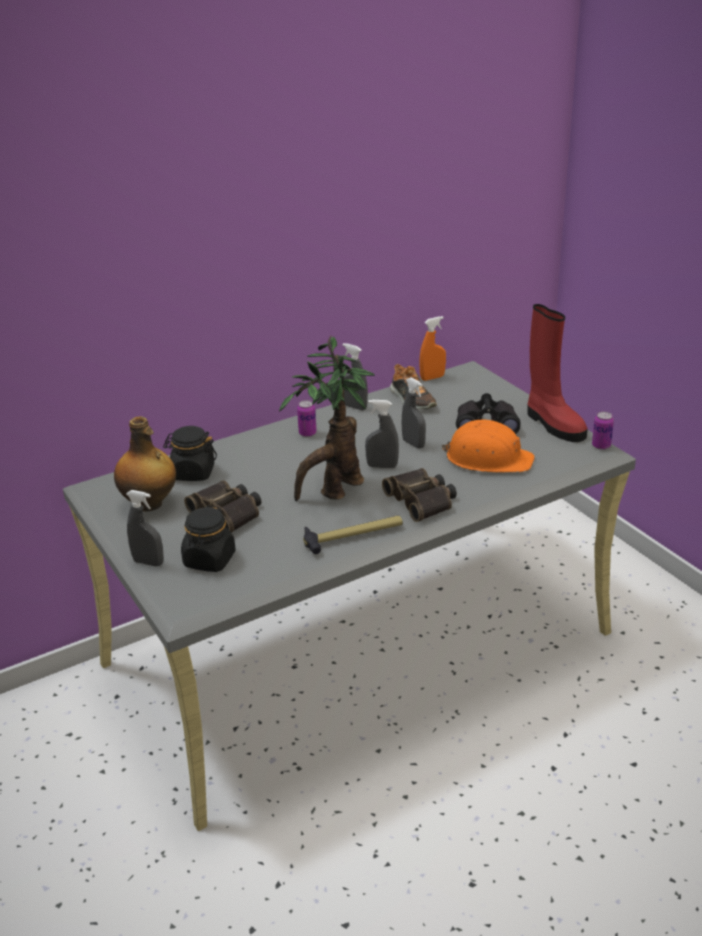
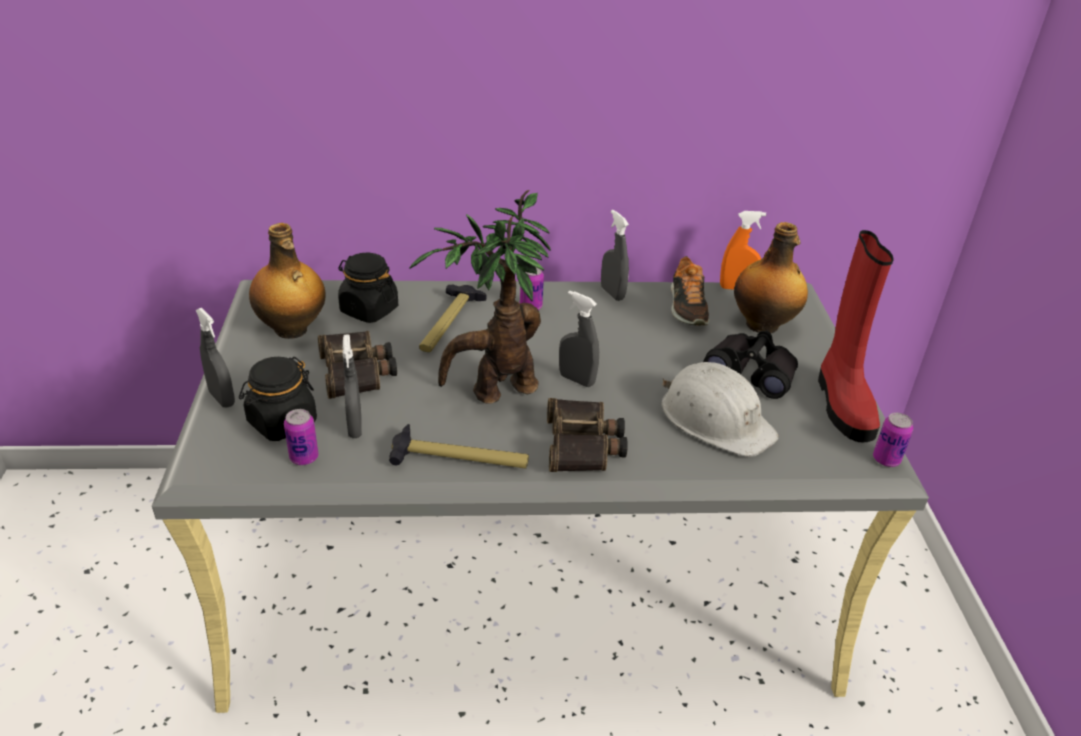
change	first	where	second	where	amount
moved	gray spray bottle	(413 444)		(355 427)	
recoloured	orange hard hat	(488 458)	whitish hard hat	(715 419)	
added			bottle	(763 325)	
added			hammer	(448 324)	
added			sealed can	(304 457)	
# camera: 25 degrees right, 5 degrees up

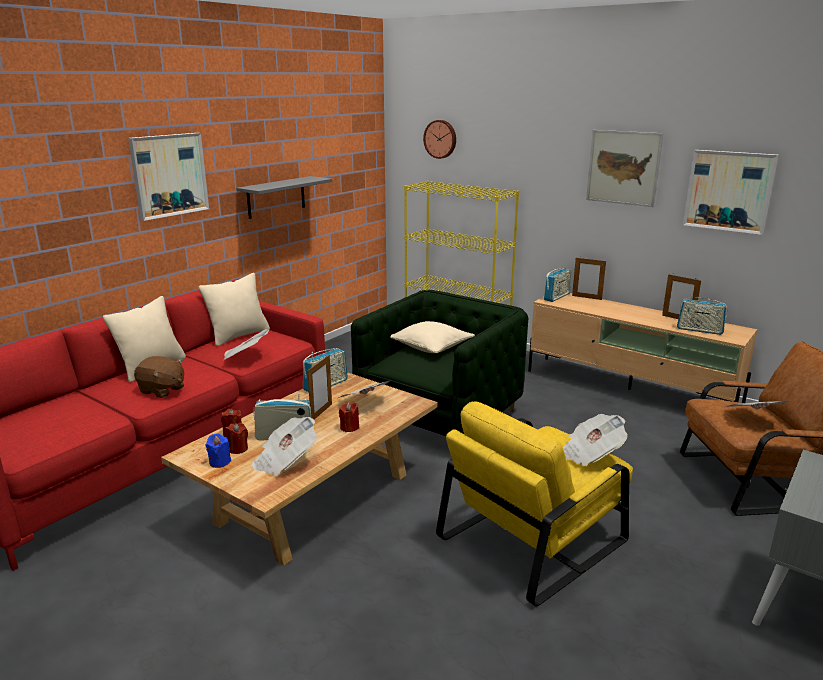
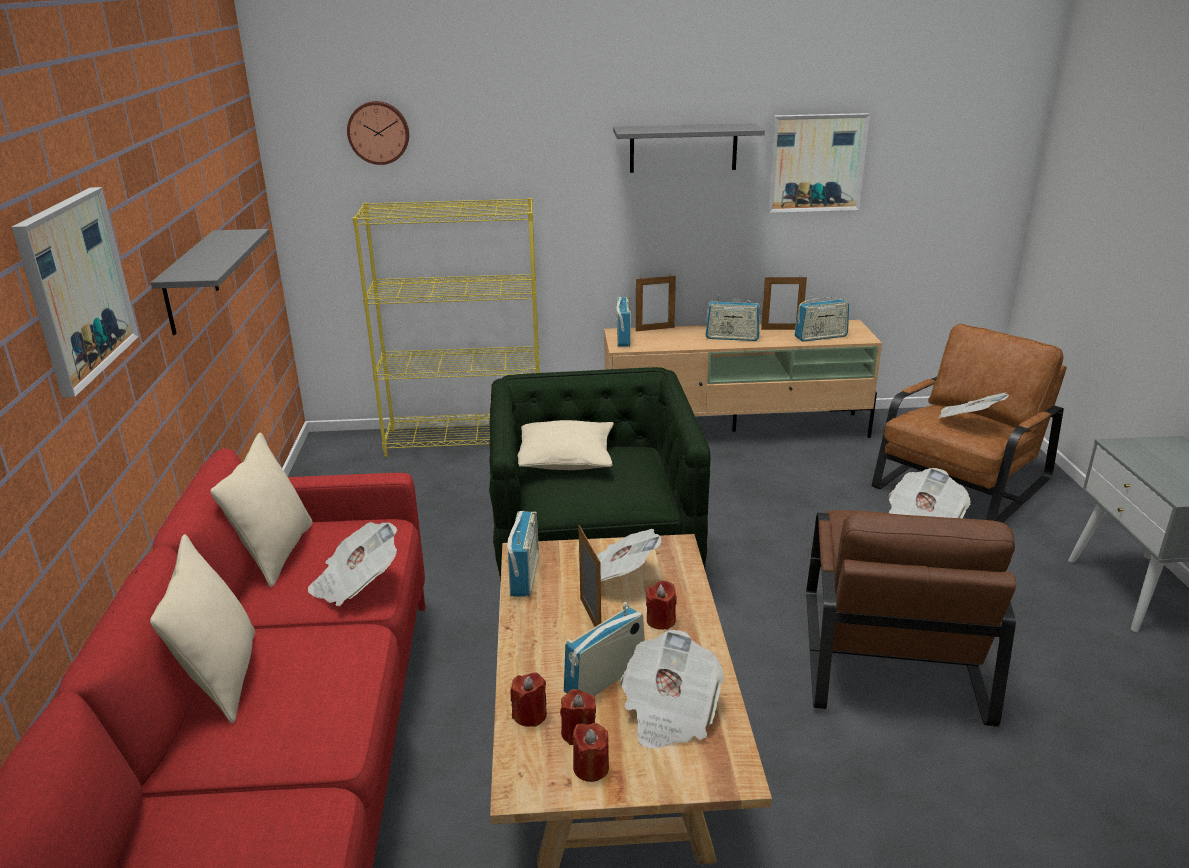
change	first	where	second	where	amount
replaced	wall picture	(623 167)	gray wall shelf	(683 148)	
removed	brownish soft toy	(162 390)			
recoloured	yellow-coloured armchair	(534 537)	brownish armchair	(890 651)	
recoloured	blue-coloured wax candle	(219 462)	red wax candle	(591 768)	
added			radio	(732 338)	
# camera: 40 degrees left, 5 degrees up

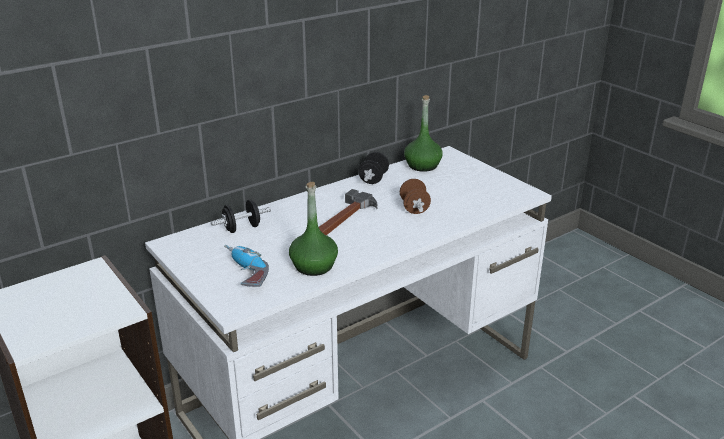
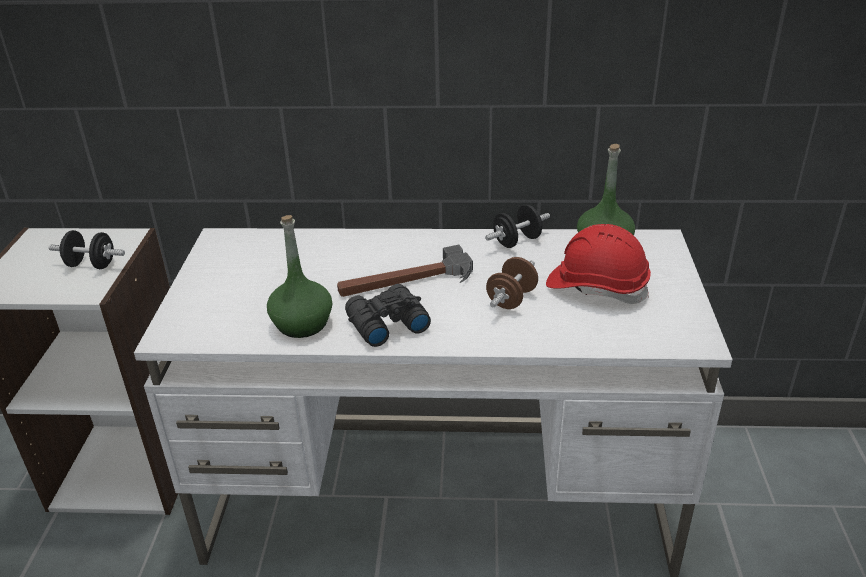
change	first	where	second	where	amount
moved	blackish hand weight	(242 228)		(91 265)	
removed	drill	(243 273)			
added			red hard hat	(596 287)	
added			blackish binoculars	(385 324)	
# camera: 40 degrees right, 5 degrees up

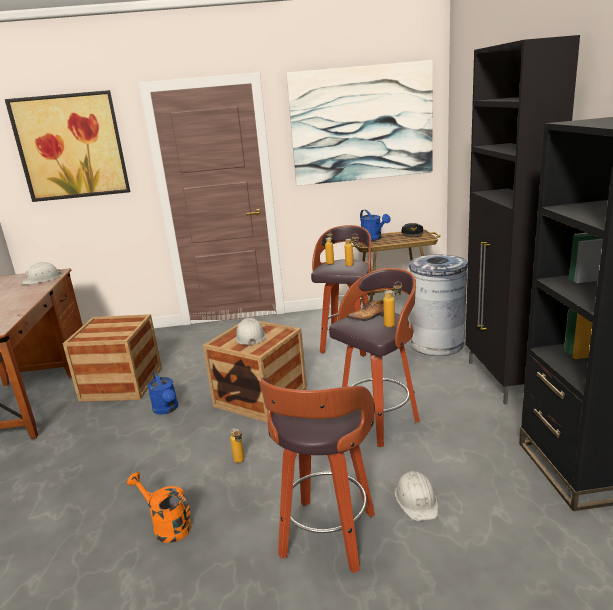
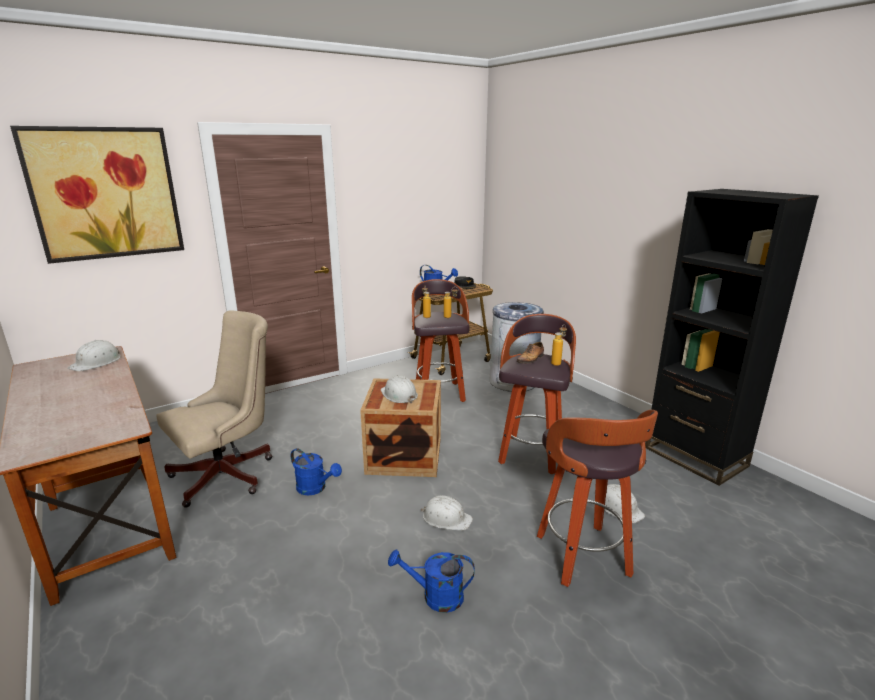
change	first	where	second	where	amount
removed	blackish storage cabinet	(502 380)			
removed	wall picture	(361 124)			
replaced	packing crate	(122 384)	beige-coloured office chair	(230 474)	
replaced	bottle	(240 462)	whitish hard hat	(446 518)	
recoloured	orange watering pot	(167 526)	blue-coloured watering pot	(435 596)	
# camera: 30 degrees left, 0 degrees up

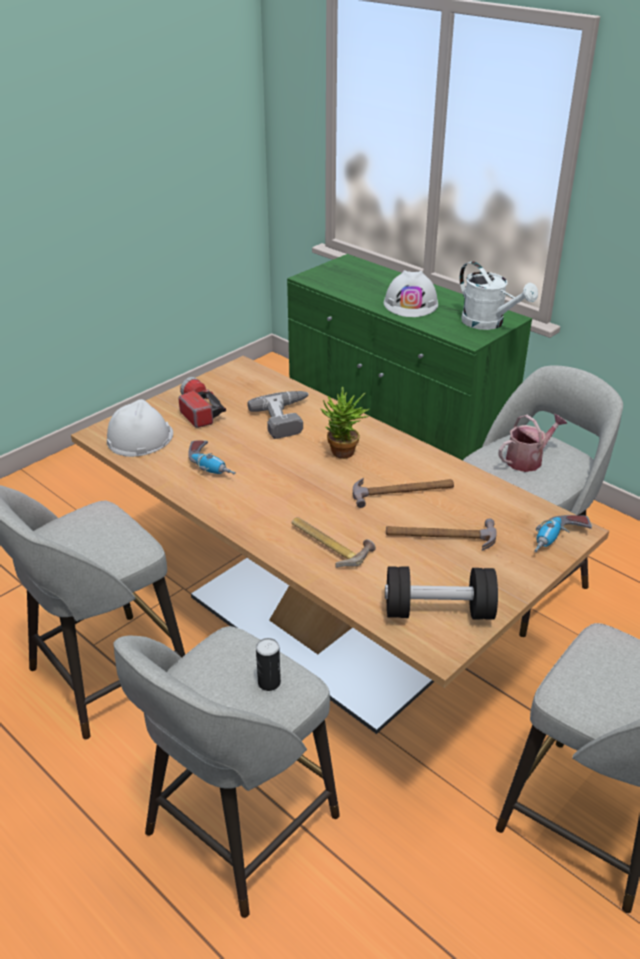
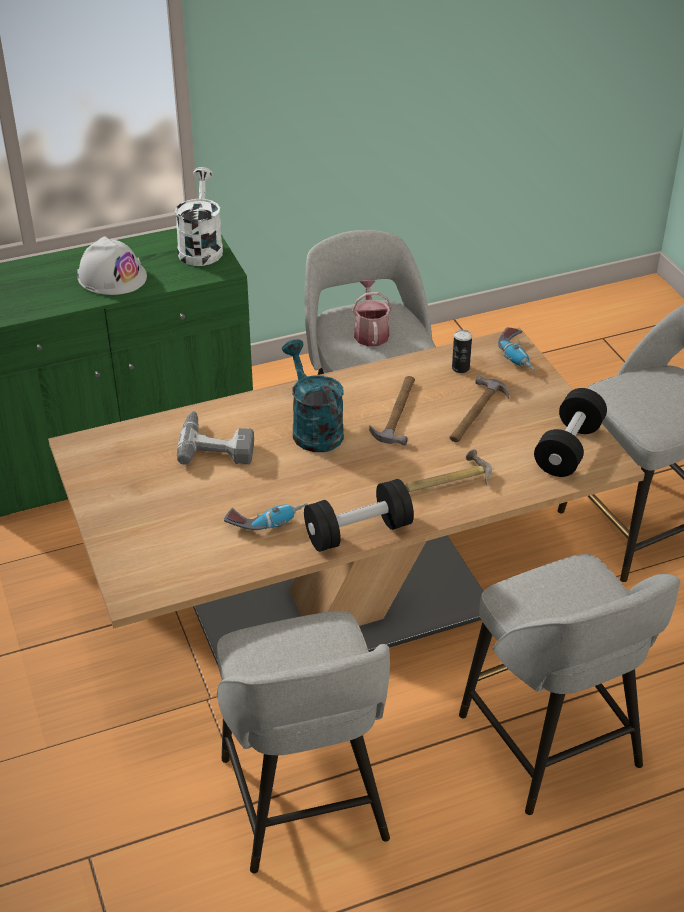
change	first	where	second	where	amount
turned	whitish watering pot	(489 323)		(201 247)	75 degrees counterclockwise
removed	flashlight	(198 411)			
replaced	potted plant	(343 455)	blue-green watering pot	(313 428)	
removed	whitish hard hat	(139 437)			
moved	sealed can	(269 682)		(460 368)	
added			blackish hand weight	(358 532)	
# camera: 65 degrees left, 5 degrees up

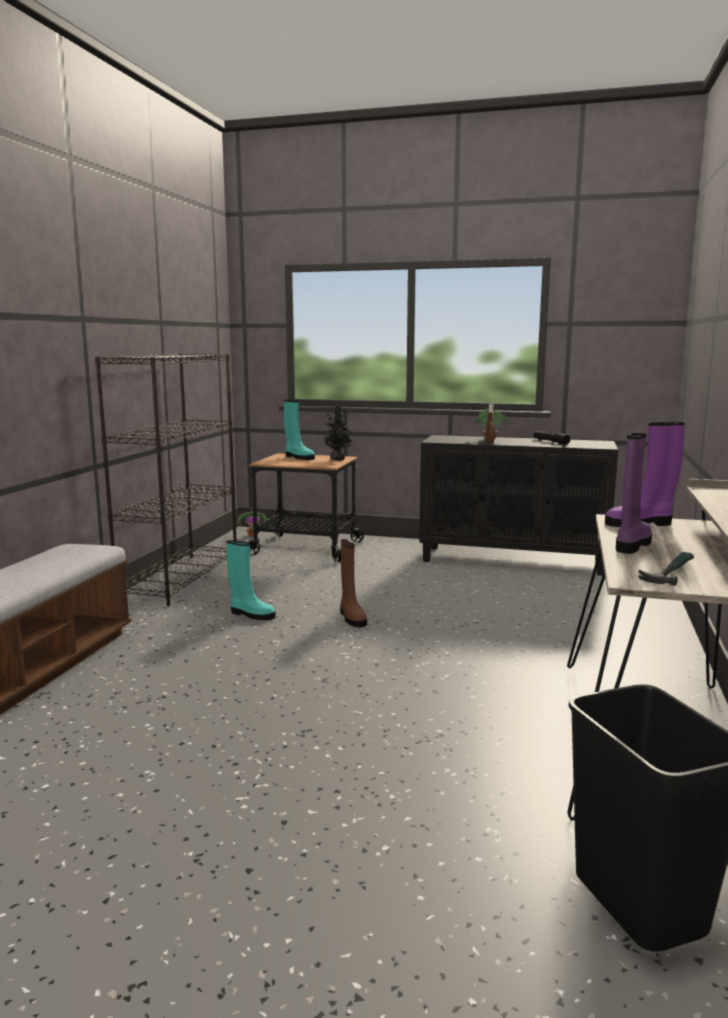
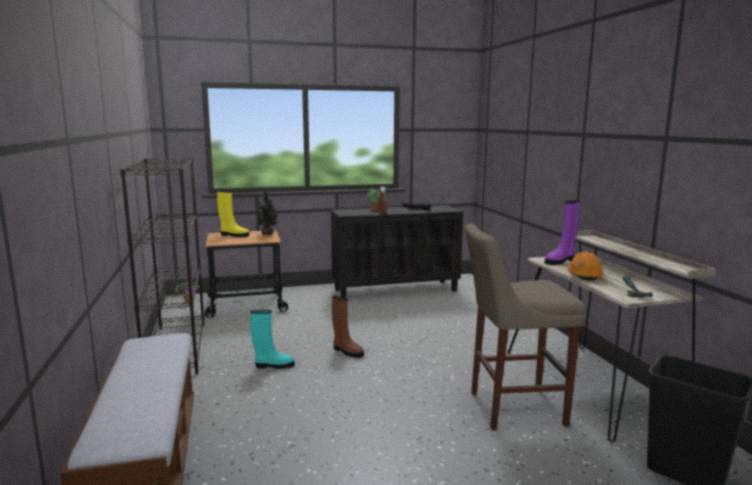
change	first	where	second	where	amount
recoloured	blue-green high-top boot	(298 457)	yellow-coloured high-top boot	(234 235)	
replaced	purplish high-top boot	(632 545)	orange hard hat	(584 275)	
added			beige-coloured sitting stool	(511 408)	
# camera: 30 degrees left, 0 degrees up

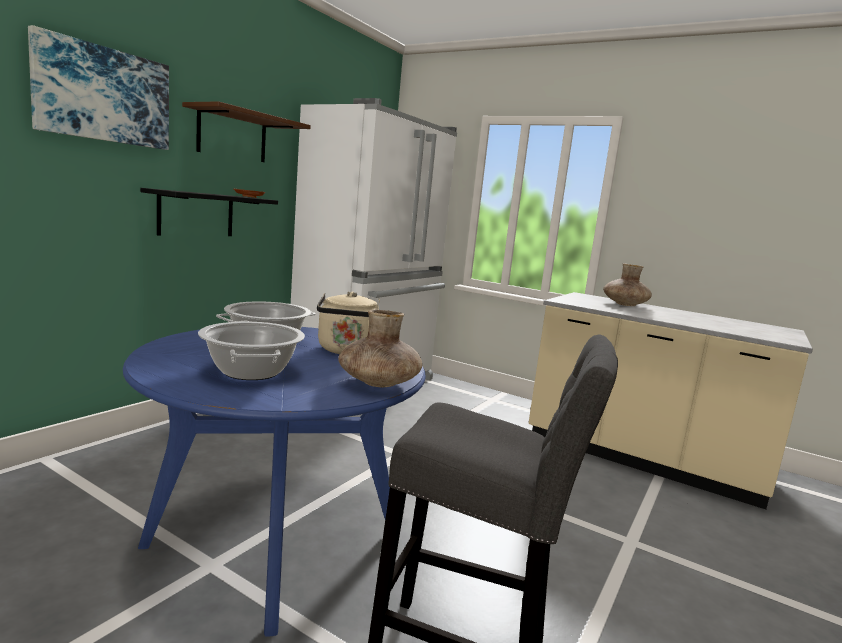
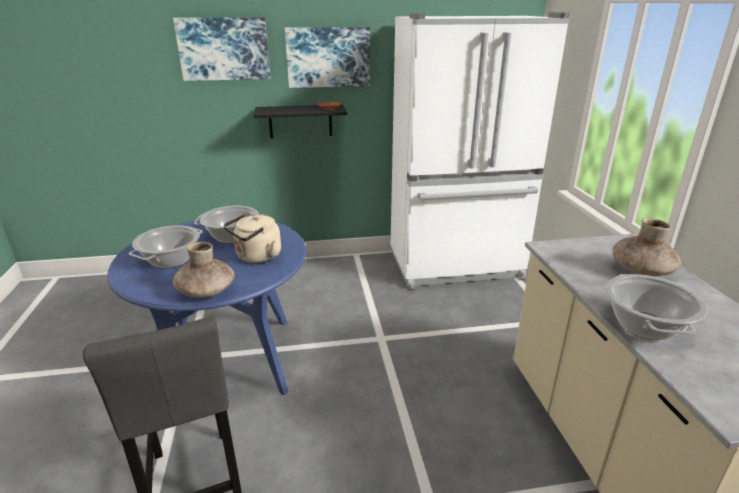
change	first	where	second	where	amount
replaced	brownish wall shelf	(232 136)	wall picture	(328 57)	
added			saucepot	(645 326)	
# camera: 50 degrees right, 15 degrees up

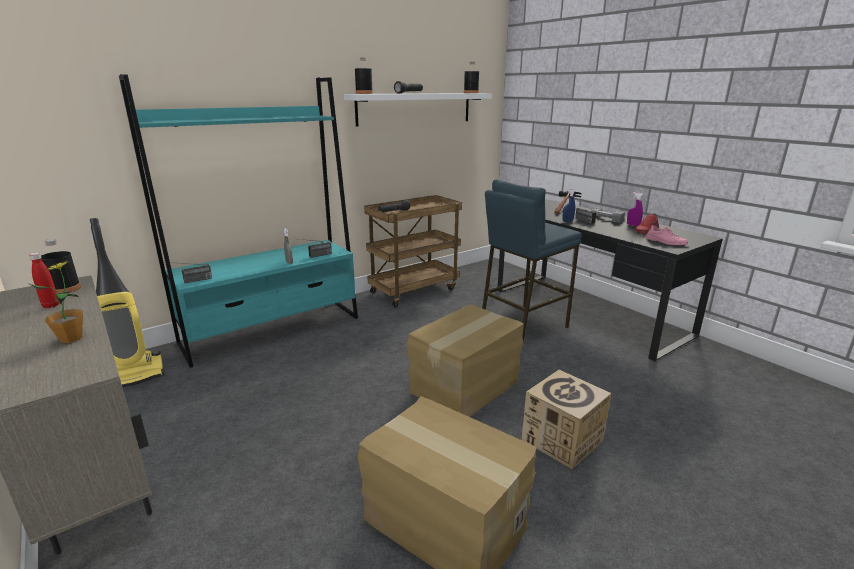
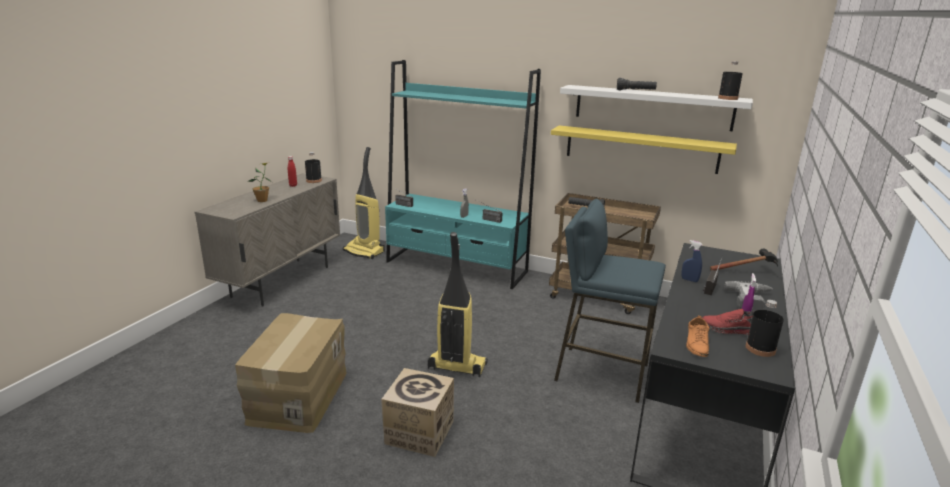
change	first	where	second	where	amount
moved	blackish bottle	(364 93)		(760 349)	
recoloured	pinkish item of footwear	(665 242)	orange item of footwear	(697 344)	
replaced	carton	(466 387)	hoover	(456 367)	
added			yellow-coloured wall shelf	(640 149)	
# camera: 60 degrees right, 0 degrees up

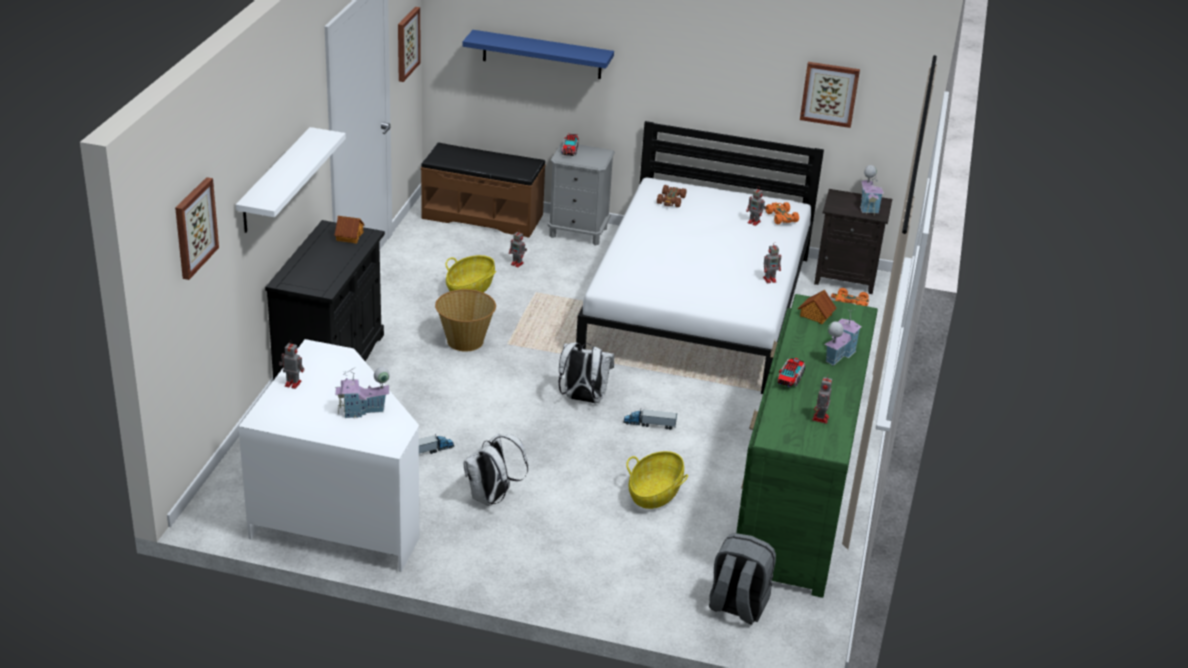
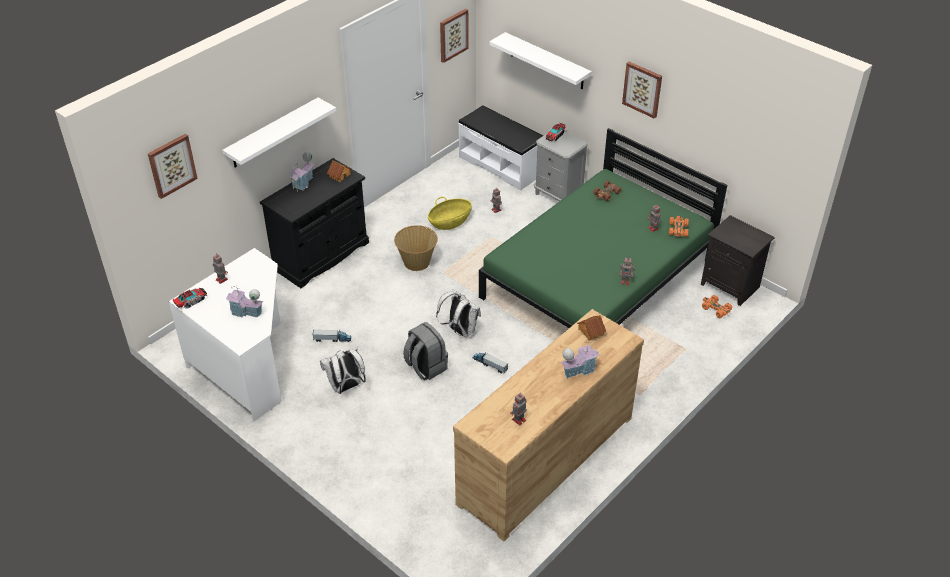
change	first	where	second	where	amount
recoloured	blue-coloured wall shelf	(542 54)	whitish wall shelf	(546 61)	
moved	wall picture	(829 93)		(642 89)	
recoloured	whitish sleeping bed	(698 306)	green-coloured sleeping bed	(597 279)	
recoloured	brownish indoor bench	(482 216)	whitish indoor bench	(501 165)	
moved	model house	(868 206)		(303 182)	
recoloured	green-coloured drawer chest	(796 501)	brownish drawer chest	(544 459)	
moved	toy truck	(790 378)		(191 301)	
removed	storage basket	(654 493)			
moved	gray knapsack	(737 606)		(425 367)	
# camera: 30 degrees right, 10 degrees up

